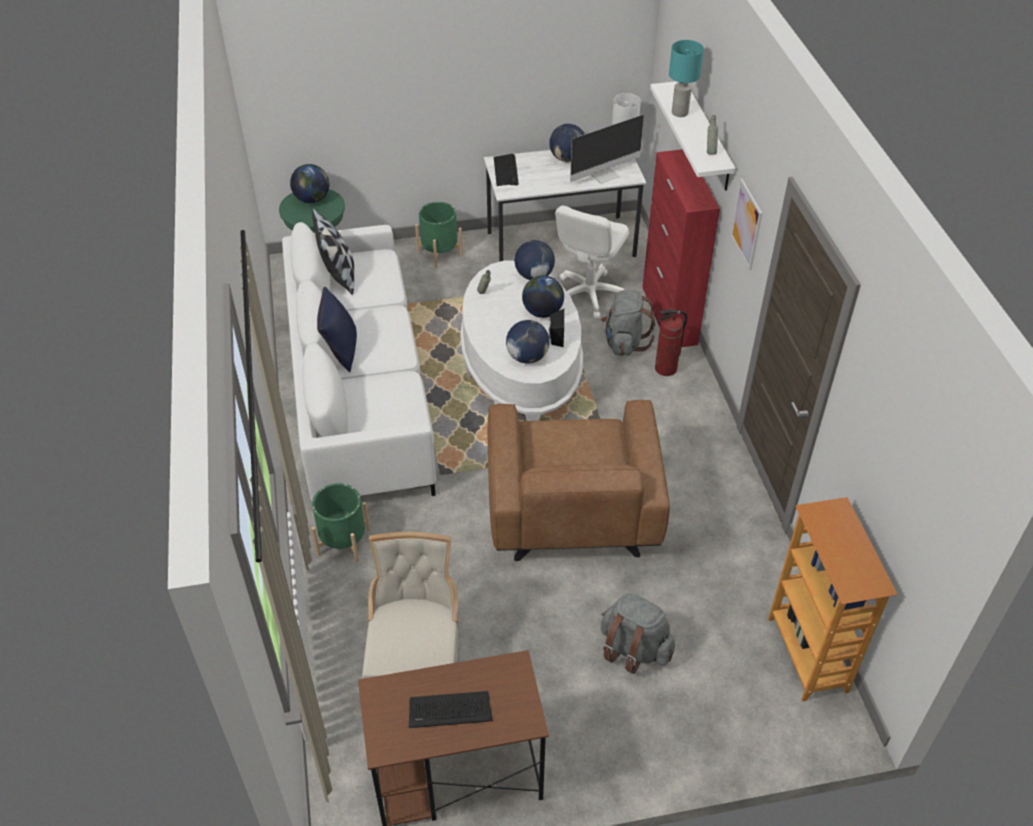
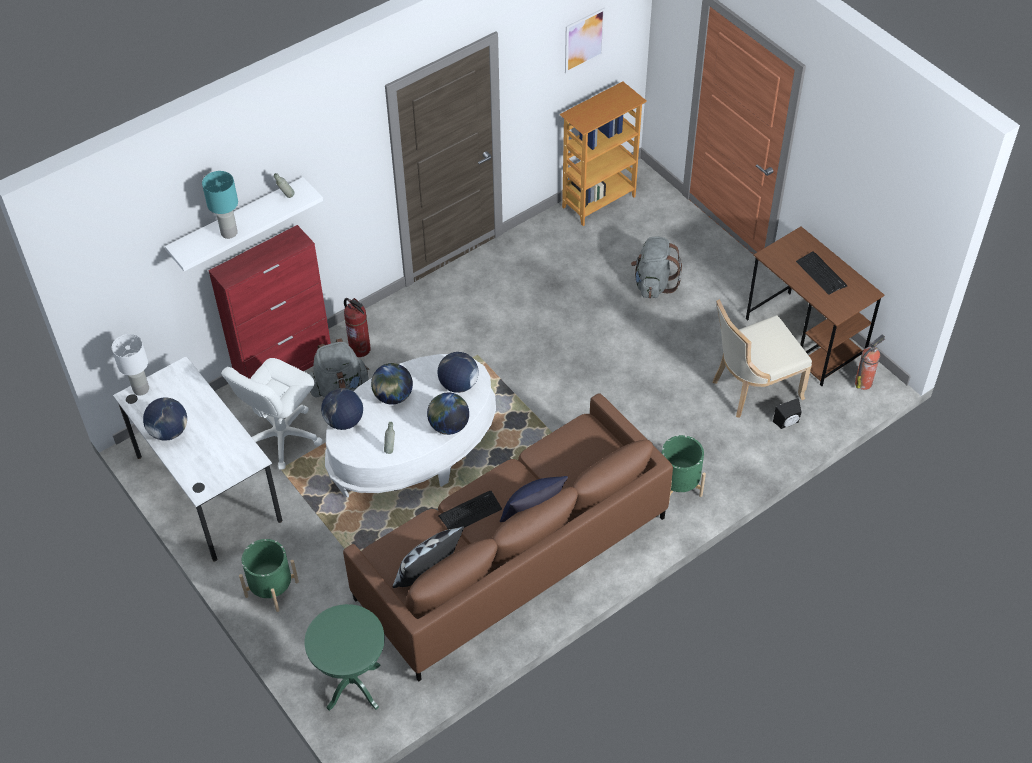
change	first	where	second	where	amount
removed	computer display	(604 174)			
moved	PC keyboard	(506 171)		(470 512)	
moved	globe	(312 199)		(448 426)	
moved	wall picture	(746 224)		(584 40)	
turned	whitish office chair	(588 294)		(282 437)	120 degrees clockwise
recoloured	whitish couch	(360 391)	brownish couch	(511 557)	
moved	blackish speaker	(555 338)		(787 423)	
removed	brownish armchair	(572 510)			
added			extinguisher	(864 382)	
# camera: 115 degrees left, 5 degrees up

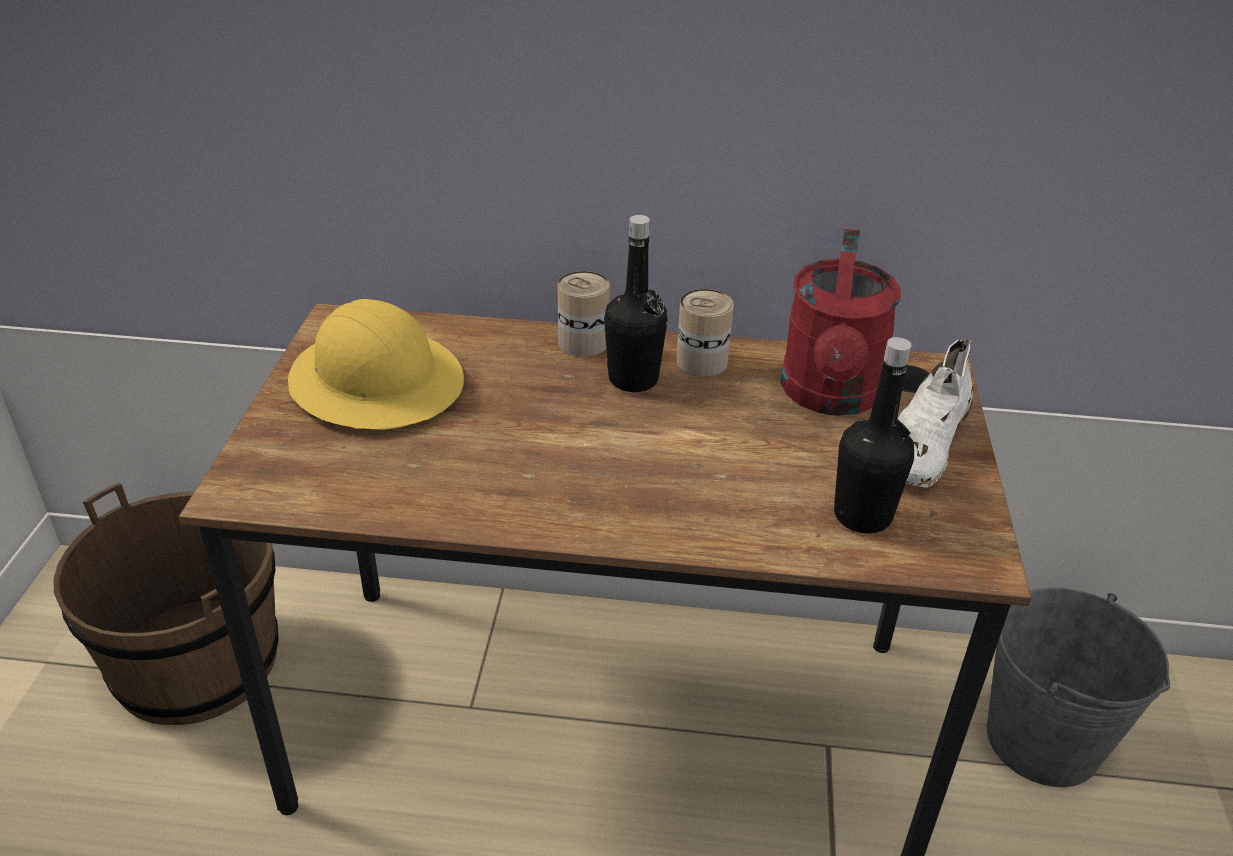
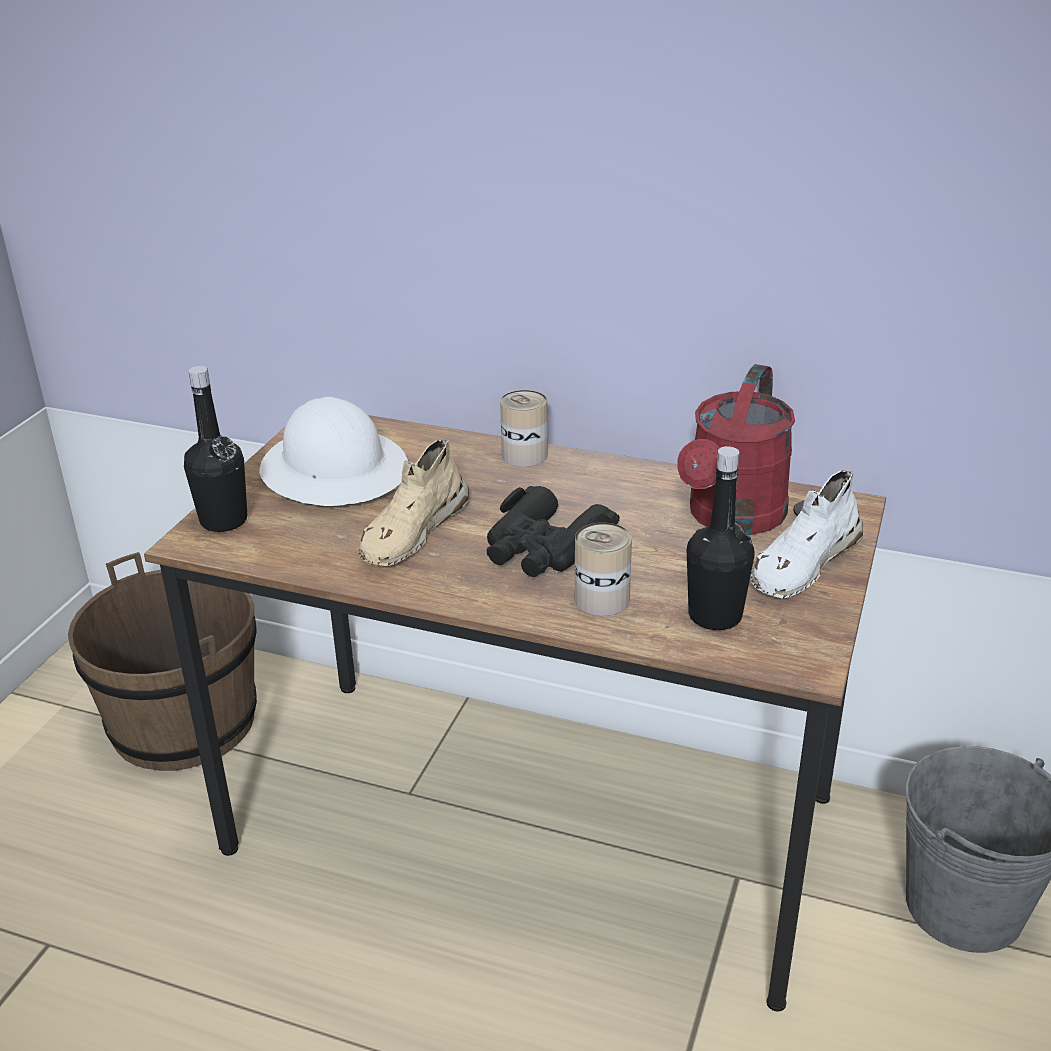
change	first	where	second	where	amount
moved	blackish bottle	(633 379)		(224 520)	
moved	sealed can	(701 361)		(602 599)	
recoloured	yellow-coloured hard hat	(377 382)	whitish hard hat	(335 471)	
added			beige-coloured item of footwear	(412 532)	
added			blackish binoculars	(545 549)	
# camera: 15 degrees right, 5 degrees down

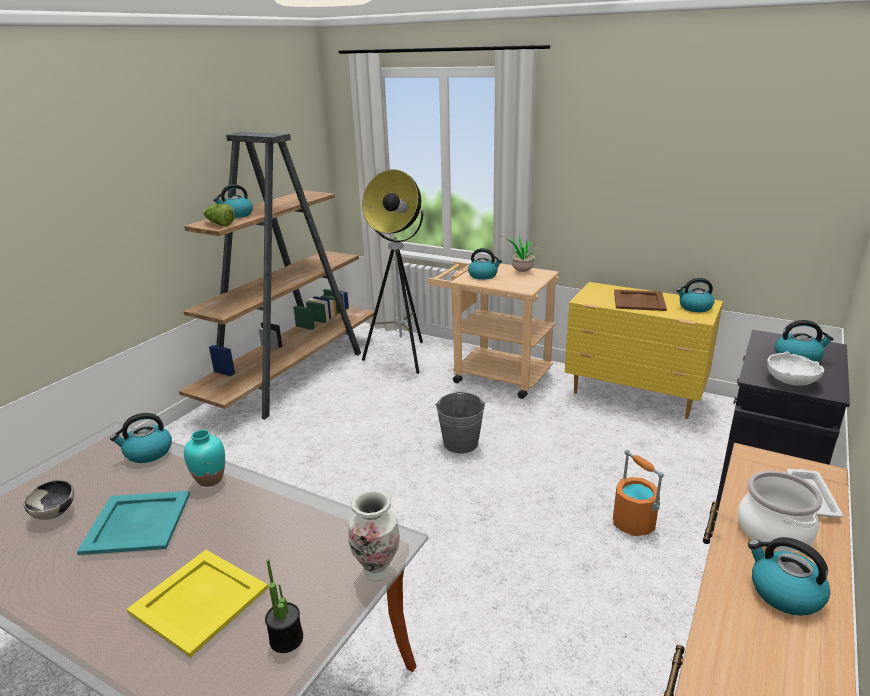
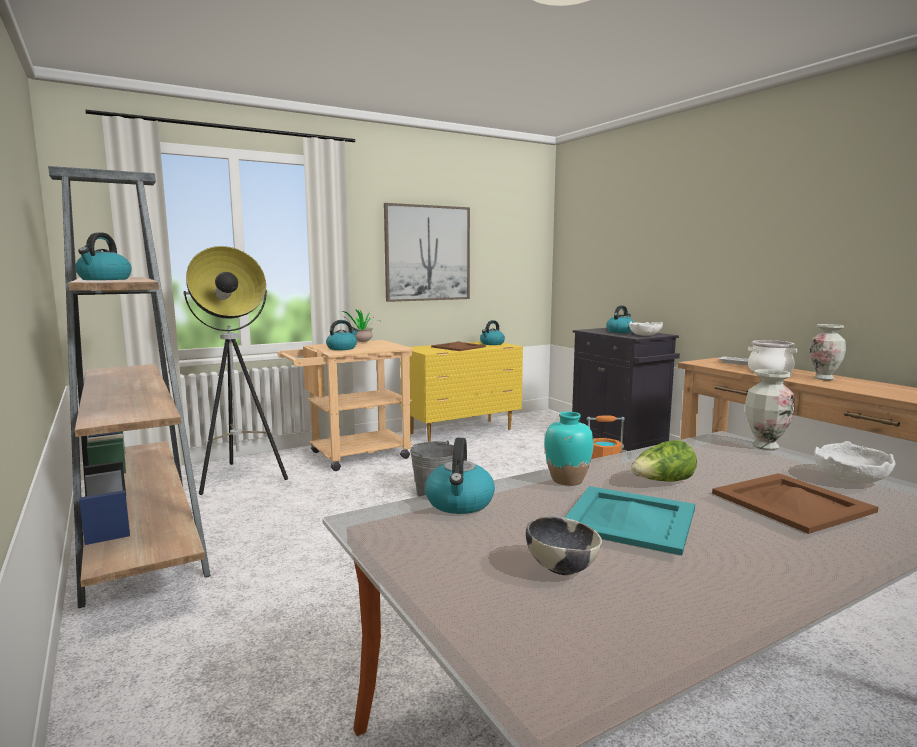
change	first	where	second	where	amount
moved	lettuce	(219 224)		(662 482)	
replaced	water kettle	(784 593)	vase	(824 378)	
recoloured	yellow-coloured carrying tray	(197 600)	brownish carrying tray	(791 503)	
replaced	potted plant	(286 639)	whitish bowl	(849 479)	
added			wall picture	(427 253)	
# camera: 60 degrees left, 15 degrees down

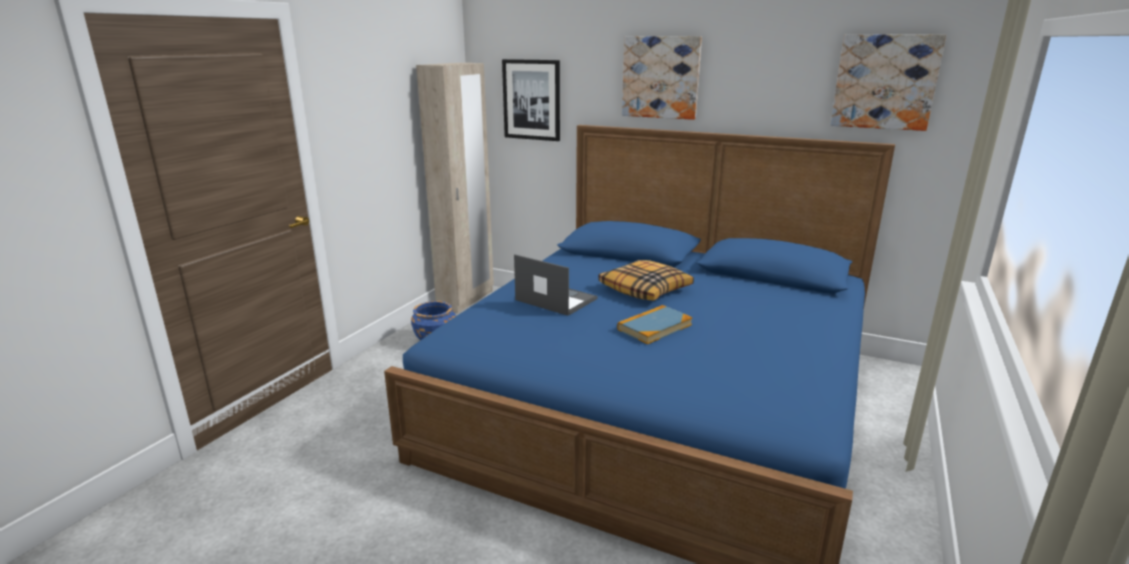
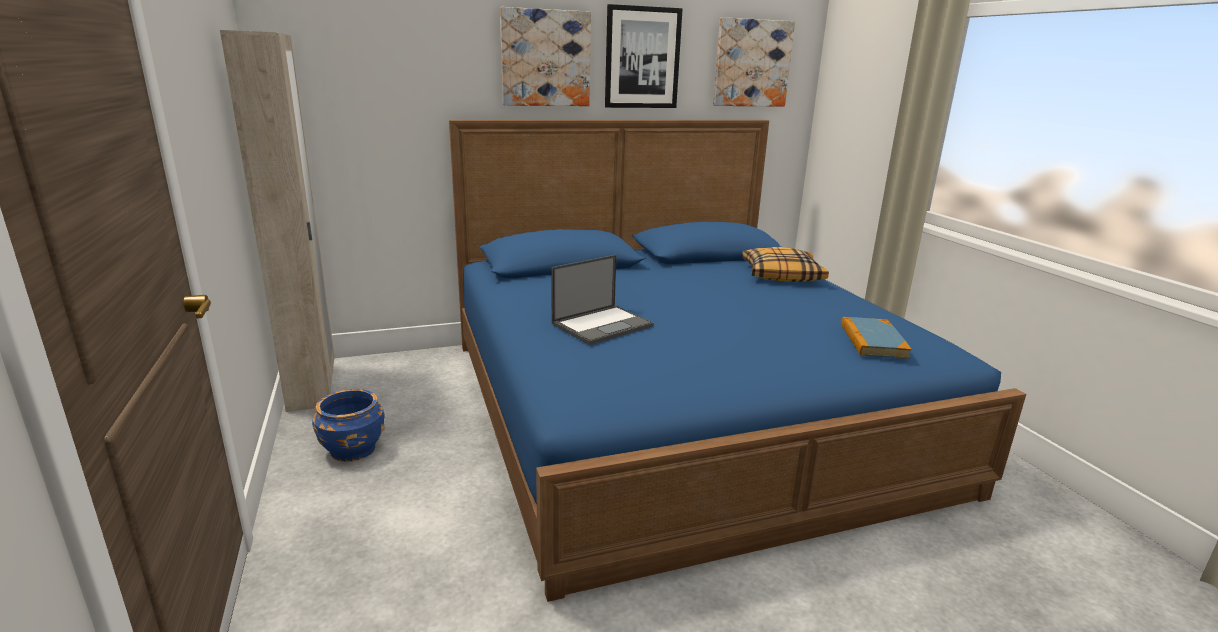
change	first	where	second	where	amount
moved	wall picture	(532 100)		(642 58)	
turned	portable computer	(555 299)		(602 325)	150 degrees clockwise
moved	throw pillow	(645 289)		(781 275)	
moved	volume	(654 327)		(873 341)	
# camera: 45 degrees left, 0 degrees up

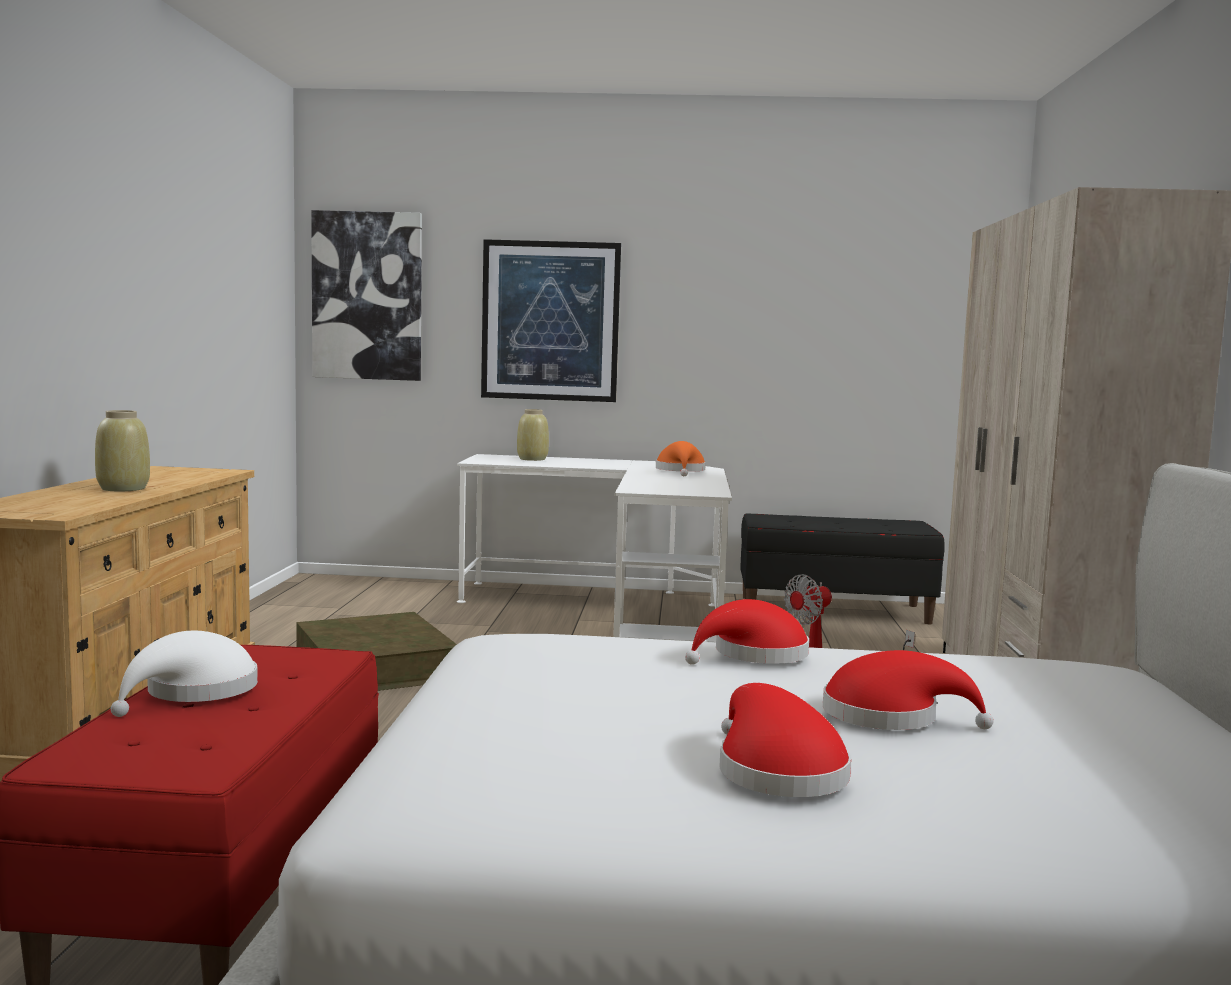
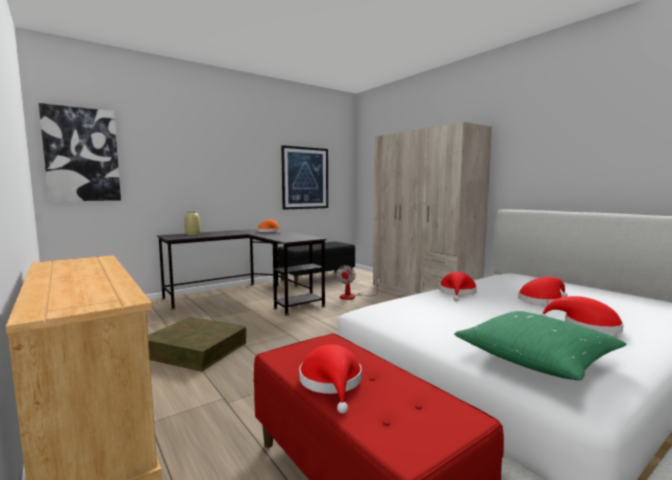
change	first	where	second	where	amount
moved	wall picture	(550 321)		(305 178)	
removed	beige-coloured vase	(123 489)			
recoloured	whitish desk unit	(615 612)	blackish desk unit	(248 297)	
recoloured	whitish clothing hat	(195 692)	red clothing hat	(332 382)	
added			green-coloured throw pillow	(536 358)	
# camera: 40 degrees left, 0 degrees up

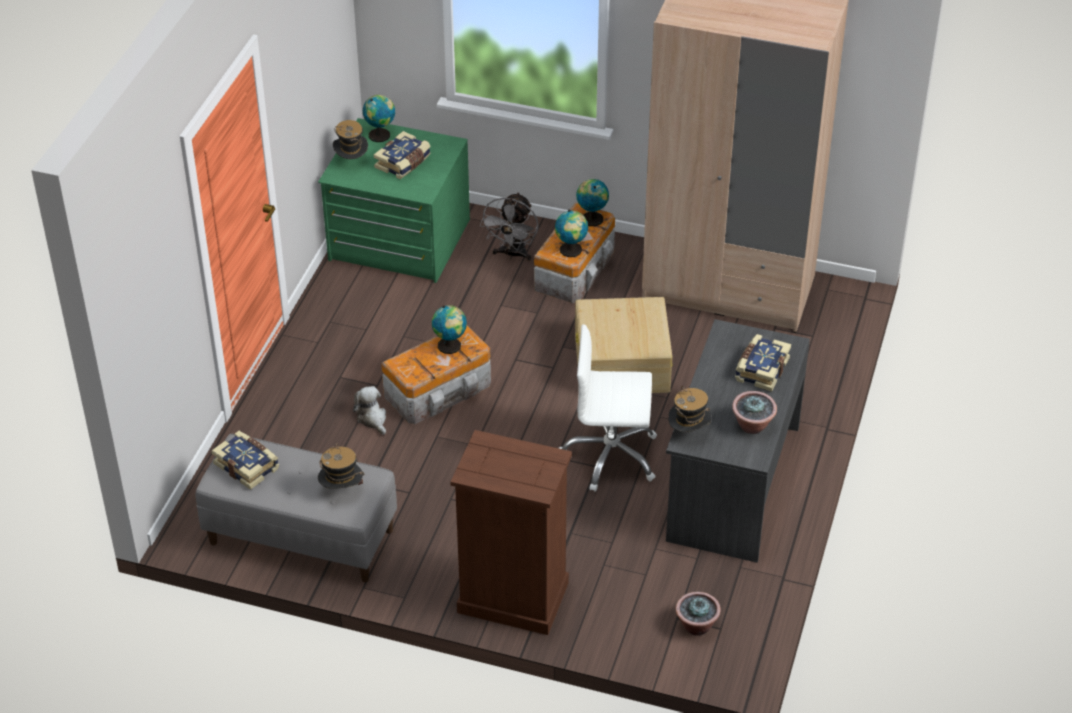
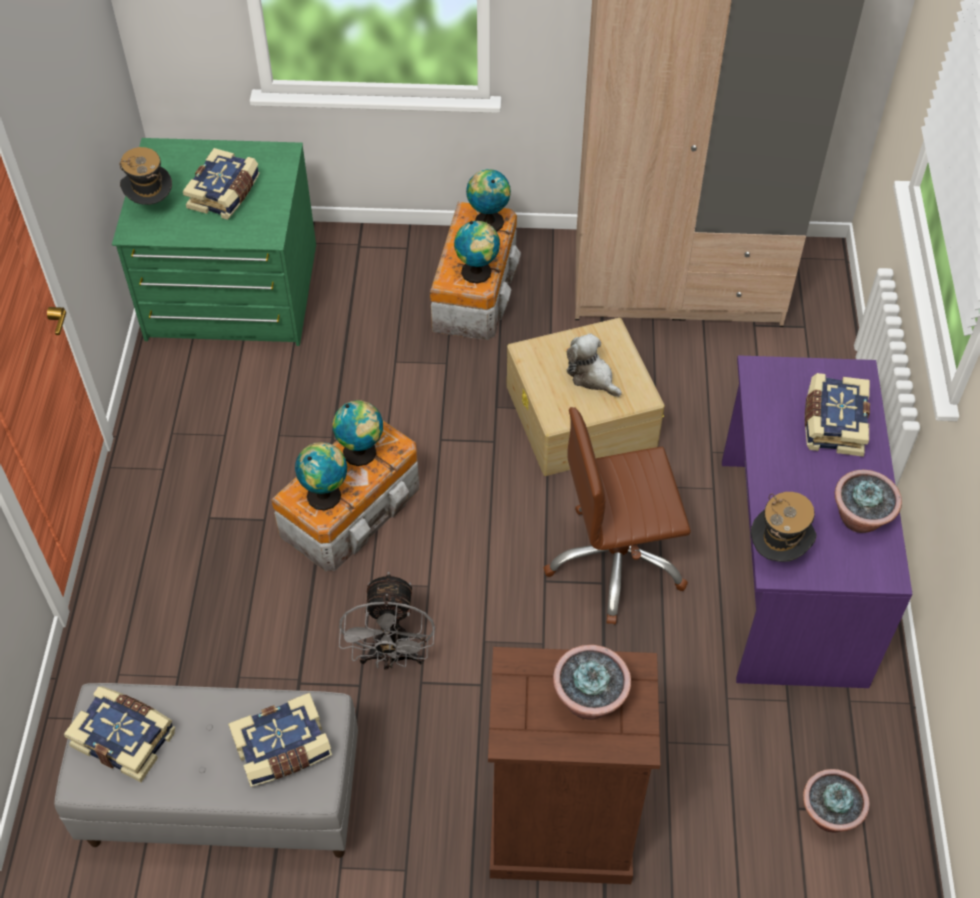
change	first	where	second	where	amount
moved	globe	(381 135)		(326 494)	
moved	gray fan	(512 254)		(392 657)	
recoloured	gray desk unit	(731 483)	purplish desk unit	(788 568)	
recoloured	whitish office chair	(610 456)	brownish office chair	(615 562)	
moved	soft toy	(372 418)		(592 376)	
replaced	clothing hat	(342 491)	volume	(283 749)	
added			potted plant	(589 700)	
# camera: 15 degrees left, 10 degrees up

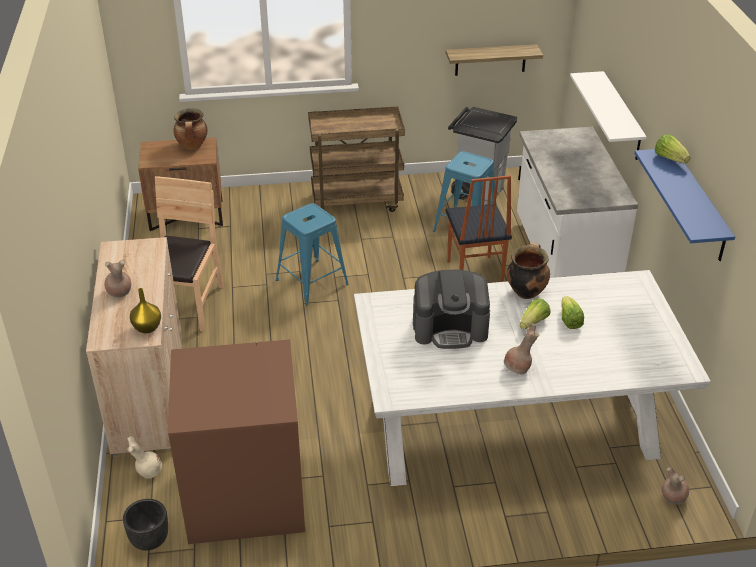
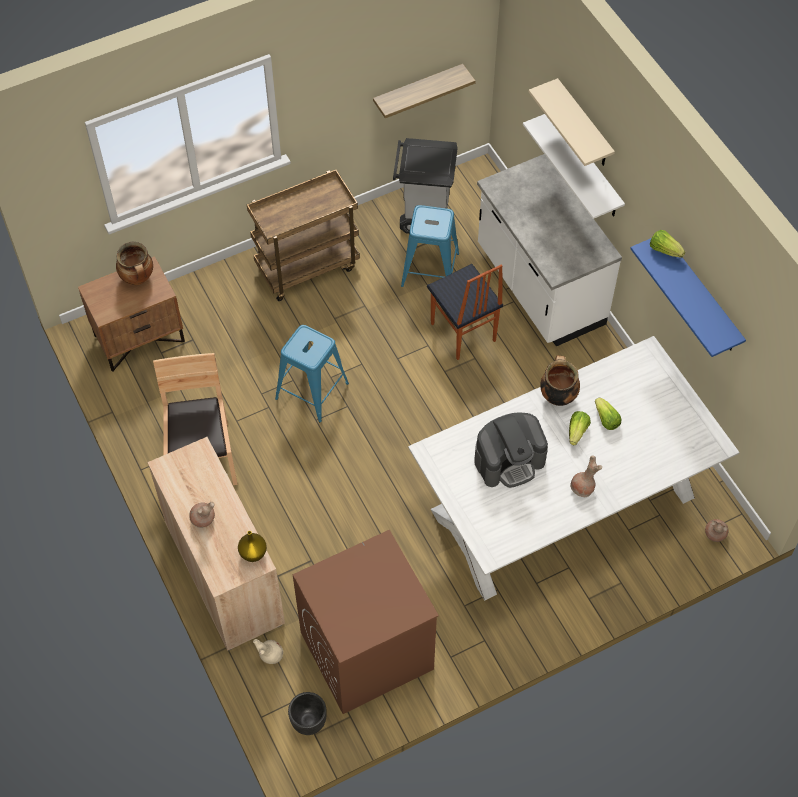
change	first	where	second	where	amount
added			beige-coloured wall shelf	(584 125)	
# camera: 20 degrees left, 20 degrees up

